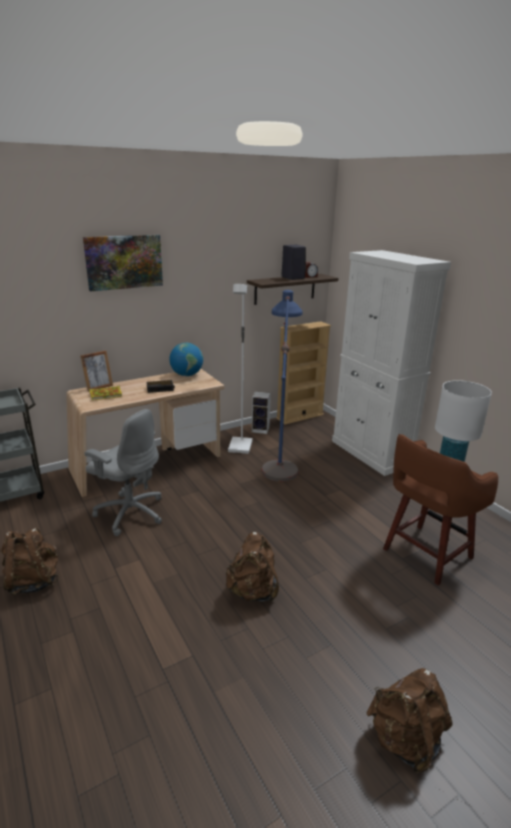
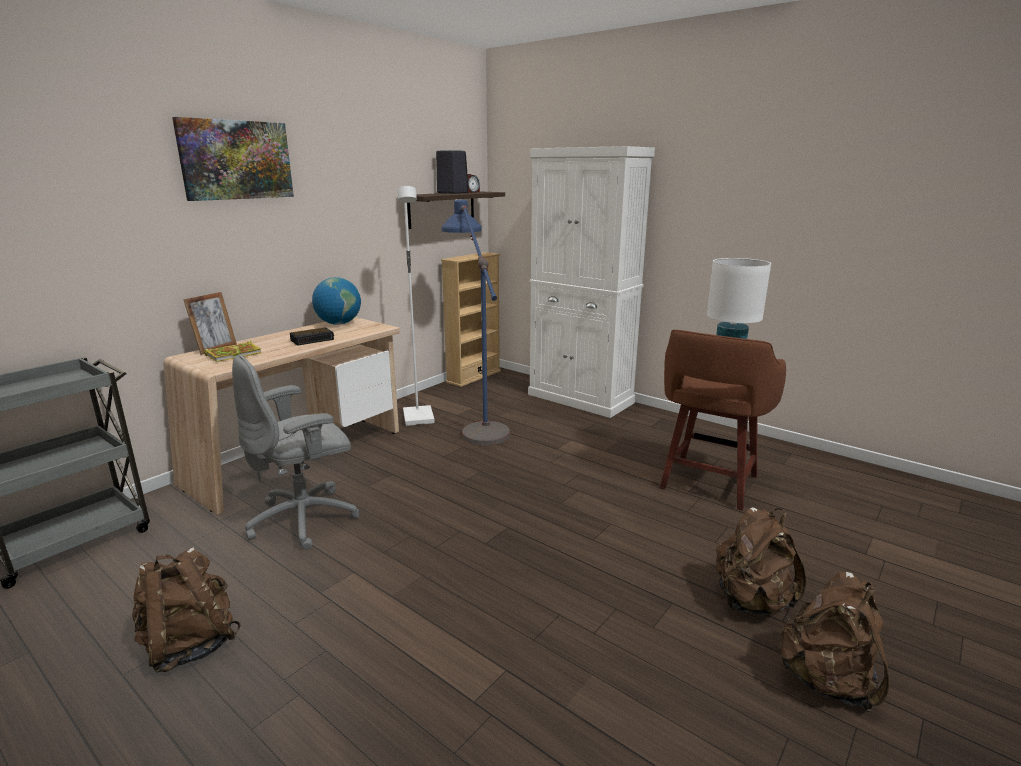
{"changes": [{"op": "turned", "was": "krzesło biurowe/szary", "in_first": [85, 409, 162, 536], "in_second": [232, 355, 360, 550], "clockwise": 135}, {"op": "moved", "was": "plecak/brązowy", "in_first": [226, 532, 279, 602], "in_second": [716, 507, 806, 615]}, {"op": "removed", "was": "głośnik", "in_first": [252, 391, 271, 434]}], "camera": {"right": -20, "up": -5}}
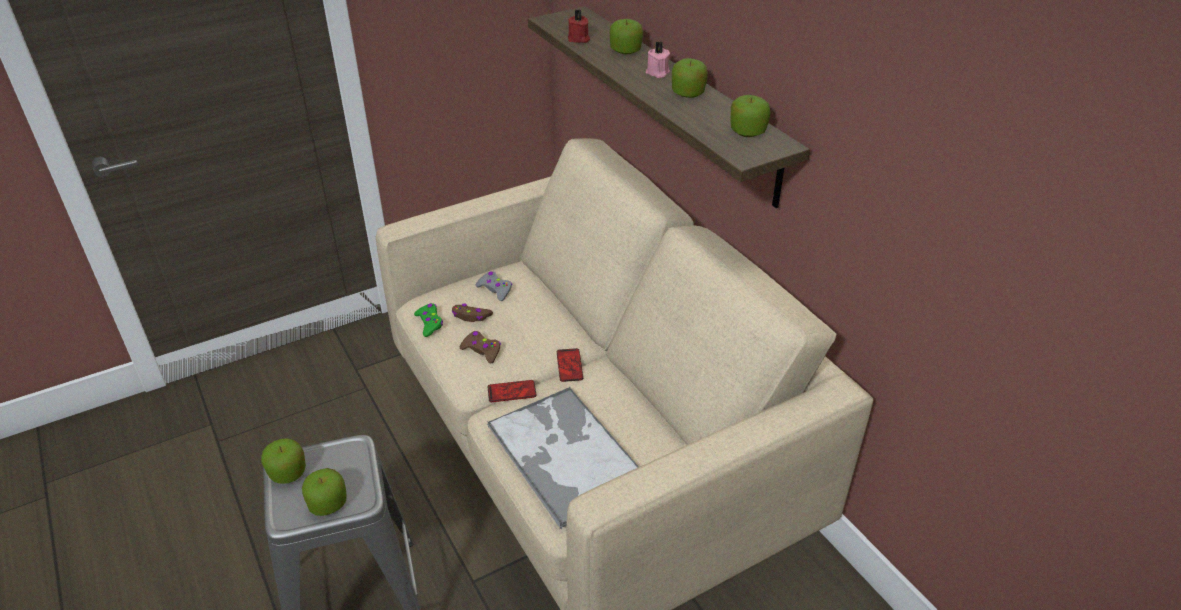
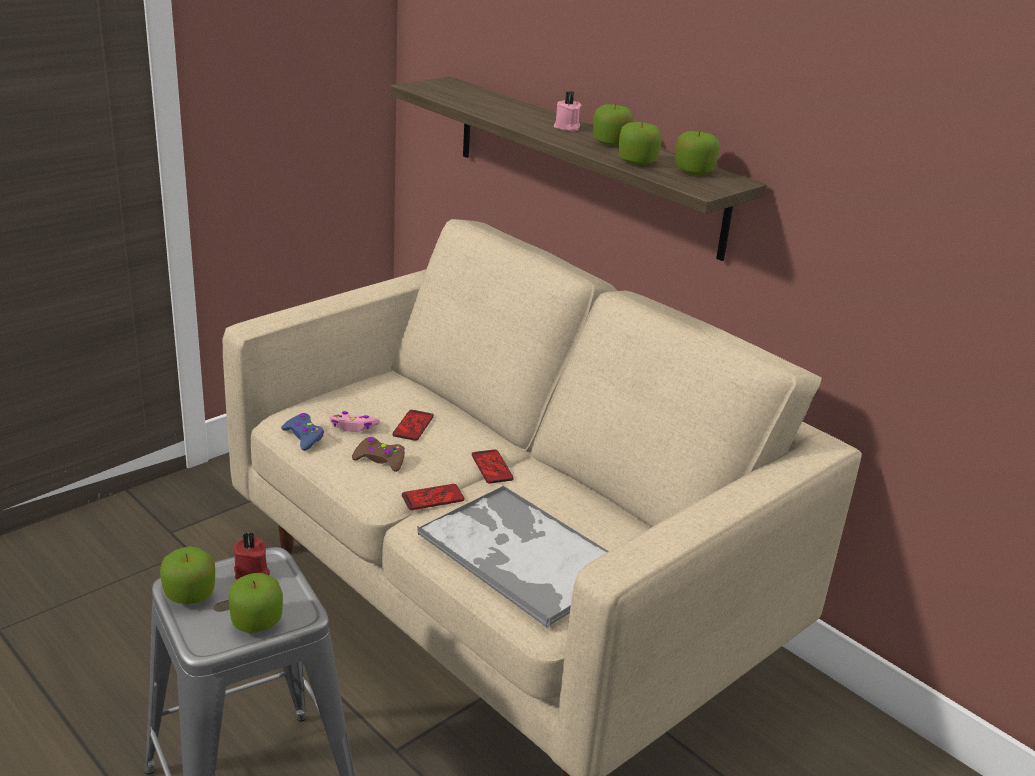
{"changes": [{"op": "moved", "was": "świeca/czerwony", "in_first": [568, 9, 590, 43], "in_second": [234, 532, 270, 580]}, {"op": "recoloured", "was": "pad do gier/zielony", "now": "pad do gier/niebieski", "in_first": [414, 303, 443, 337], "in_second": [281, 413, 324, 451]}, {"op": "recoloured", "was": "pad do gier/brązowy", "now": "pad do gier/różowy", "in_first": [452, 303, 493, 322], "in_second": [330, 411, 380, 432]}, {"op": "added", "now": "telefon", "in_second": [393, 410, 434, 441]}, {"op": "moved", "was": "jabłko", "in_first": [609, 19, 643, 54], "in_second": [619, 122, 662, 165]}, {"op": "removed", "was": "pad do gier/szary", "in_first": [476, 271, 512, 301]}], "camera": {"right": -15, "up": -10}}
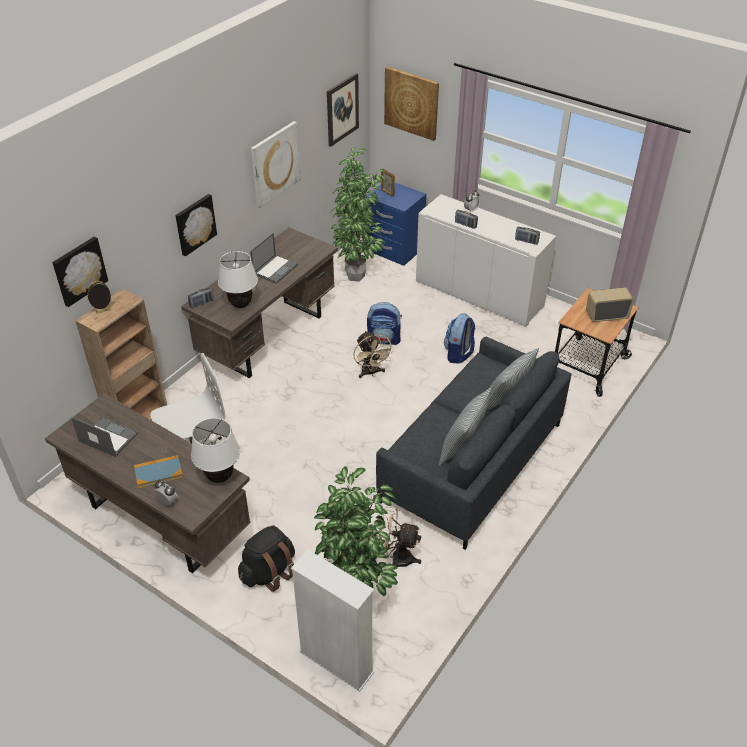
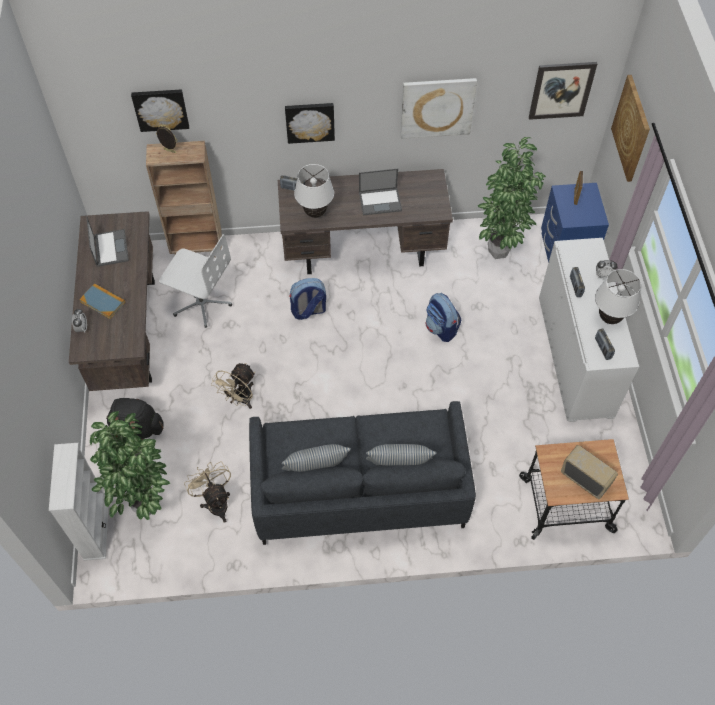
{"changes": [{"op": "moved", "was": "wentylator/beżowy", "in_first": [354, 331, 394, 378], "in_second": [211, 363, 255, 409]}, {"op": "moved", "was": "plecak", "in_first": [444, 313, 475, 363], "in_second": [289, 278, 326, 320]}, {"op": "moved", "was": "lampa stołowa/biały", "in_first": [191, 418, 240, 483], "in_second": [595, 269, 641, 324]}], "camera": {"right": 50, "up": 15}}
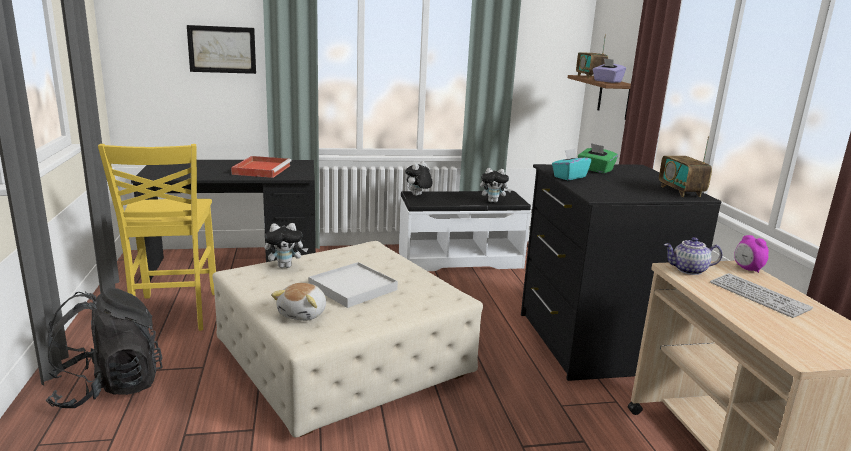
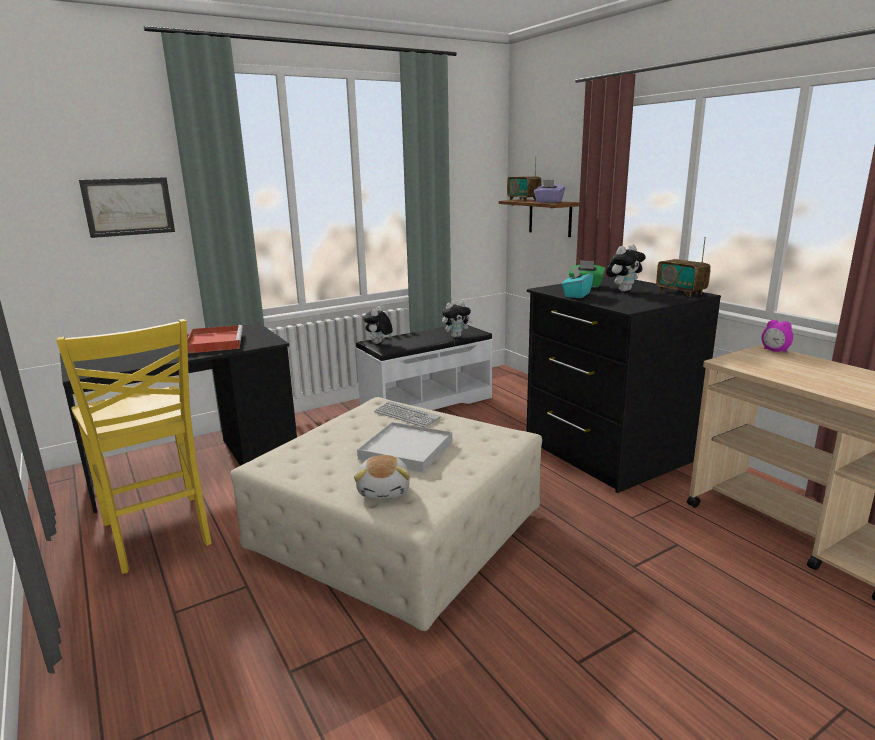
{"changes": [{"op": "moved", "was": "klawiatura", "in_first": [710, 273, 813, 318], "in_second": [374, 401, 441, 428]}, {"op": "moved", "was": "pluszak", "in_first": [264, 223, 308, 268], "in_second": [606, 245, 646, 292]}, {"op": "removed", "was": "plecak/czarny", "in_first": [45, 288, 163, 408]}, {"op": "removed", "was": "imbryk", "in_first": [664, 237, 722, 275]}], "camera": {"right": -20, "up": 0}}
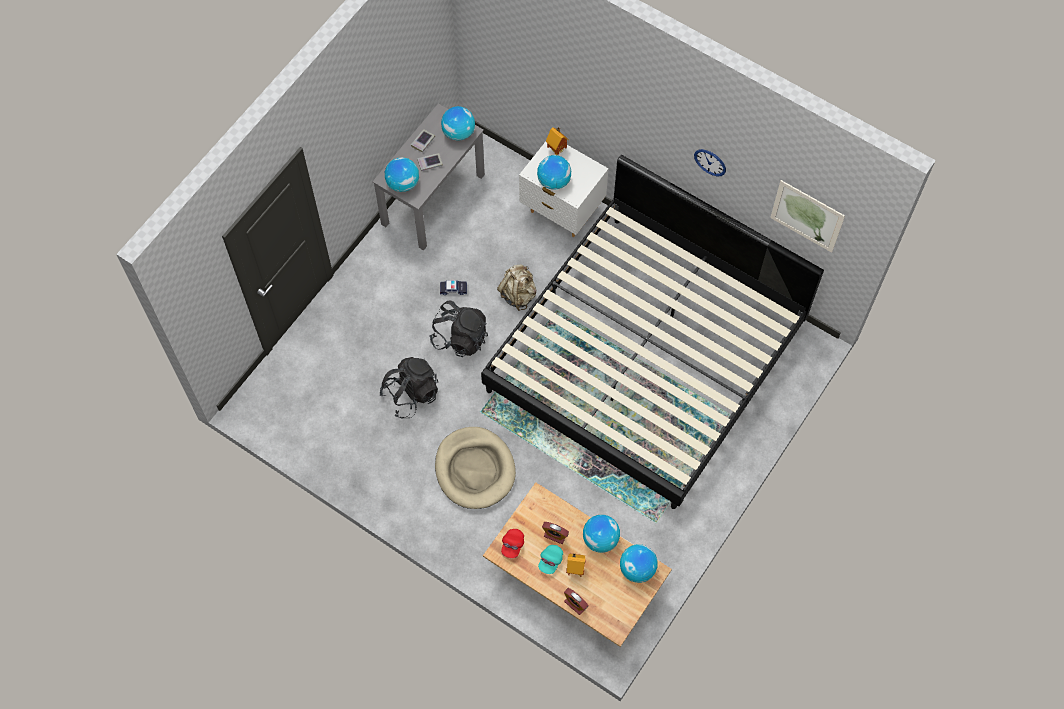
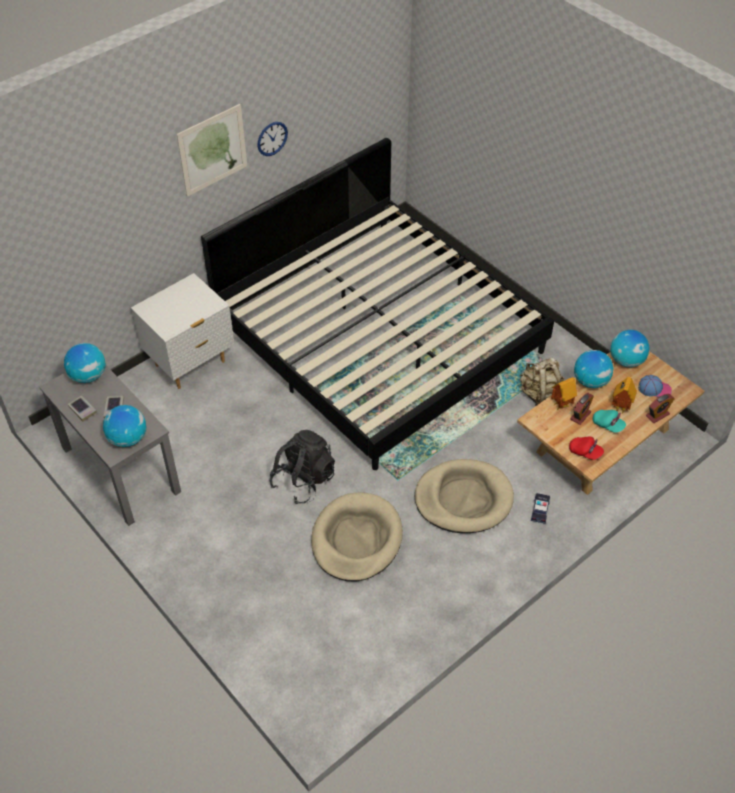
{"changes": [{"op": "moved", "was": "obraz", "in_first": [770, 180, 845, 253], "in_second": [177, 104, 247, 197]}, {"op": "replaced", "was": "plecak/czarny", "now": "legowisko/beżowy", "in_first": [380, 357, 438, 418], "in_second": [311, 492, 403, 582]}, {"op": "moved", "was": "plecak/beżowy", "in_first": [497, 264, 537, 311], "in_second": [520, 357, 562, 406]}, {"op": "moved", "was": "samochodzik", "in_first": [440, 280, 467, 295], "in_second": [531, 493, 550, 524]}, {"op": "moved", "was": "domek", "in_first": [546, 127, 569, 155], "in_second": [551, 377, 577, 410]}, {"op": "added", "now": "czapka z daszkiem", "in_second": [638, 375, 672, 398]}, {"op": "removed", "was": "globus", "in_first": [537, 155, 571, 190]}], "camera": {"right": -75, "up": -15}}
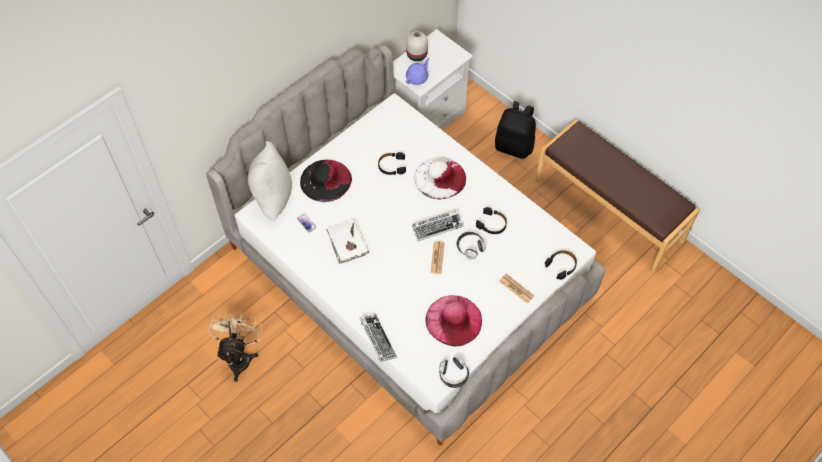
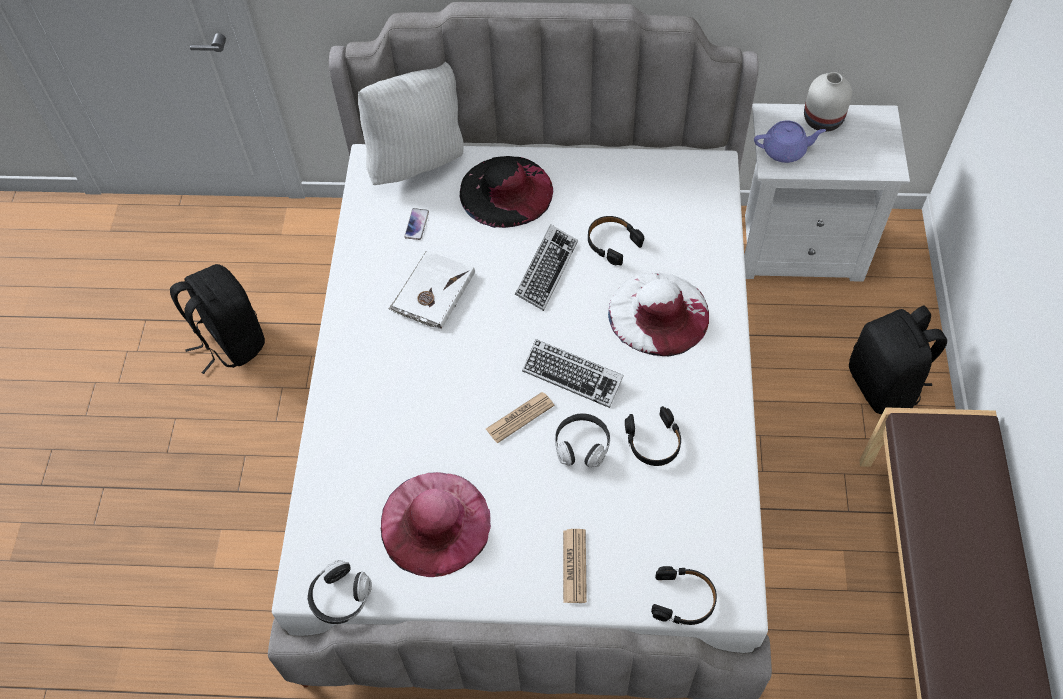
{"changes": [{"op": "replaced", "was": "wentylator/beżowy", "now": "plecak/czarny", "in_first": [208, 311, 262, 382], "in_second": [170, 264, 265, 374]}, {"op": "moved", "was": "klawiatura", "in_first": [359, 313, 397, 362], "in_second": [515, 225, 578, 311]}], "camera": {"right": 50, "up": 0}}
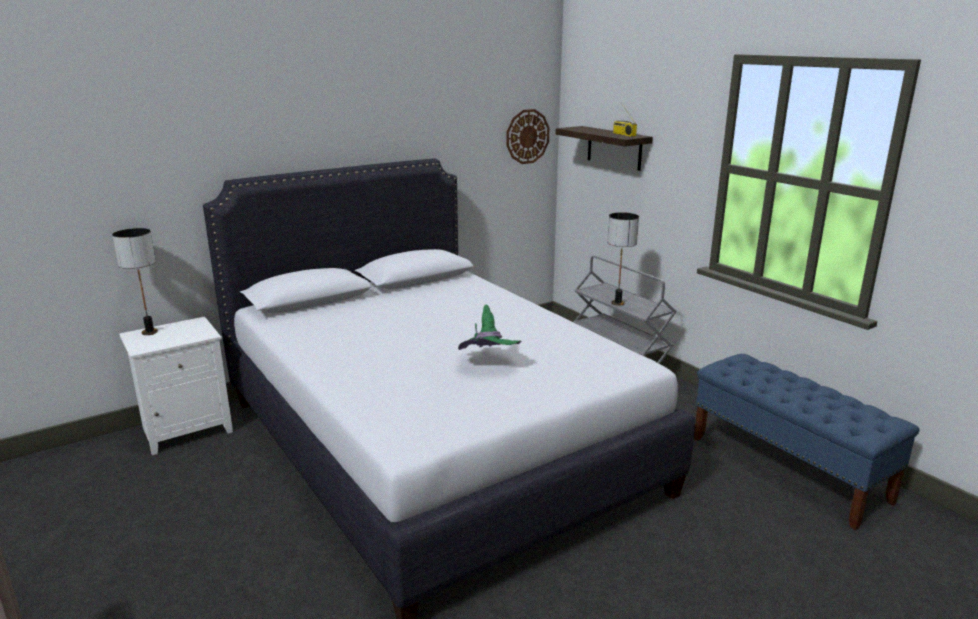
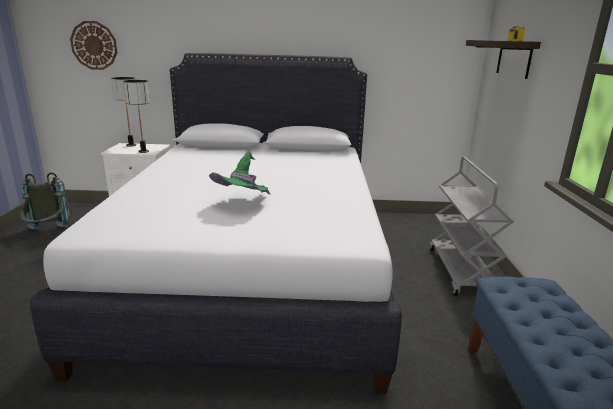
{"changes": [{"op": "added", "now": "plecak/szary", "in_second": [20, 172, 70, 230]}, {"op": "moved", "was": "zegar ścienny", "in_first": [506, 109, 550, 164], "in_second": [70, 21, 117, 70]}, {"op": "moved", "was": "lampa stołowa", "in_first": [607, 212, 639, 306], "in_second": [123, 80, 150, 153]}], "camera": {"right": 35, "up": 0}}
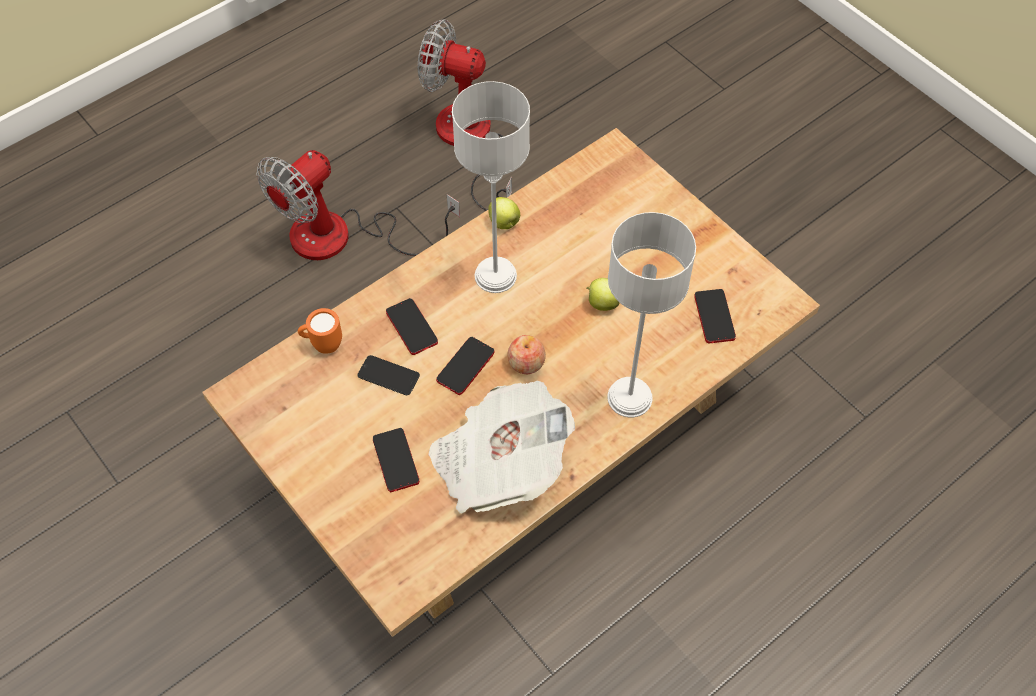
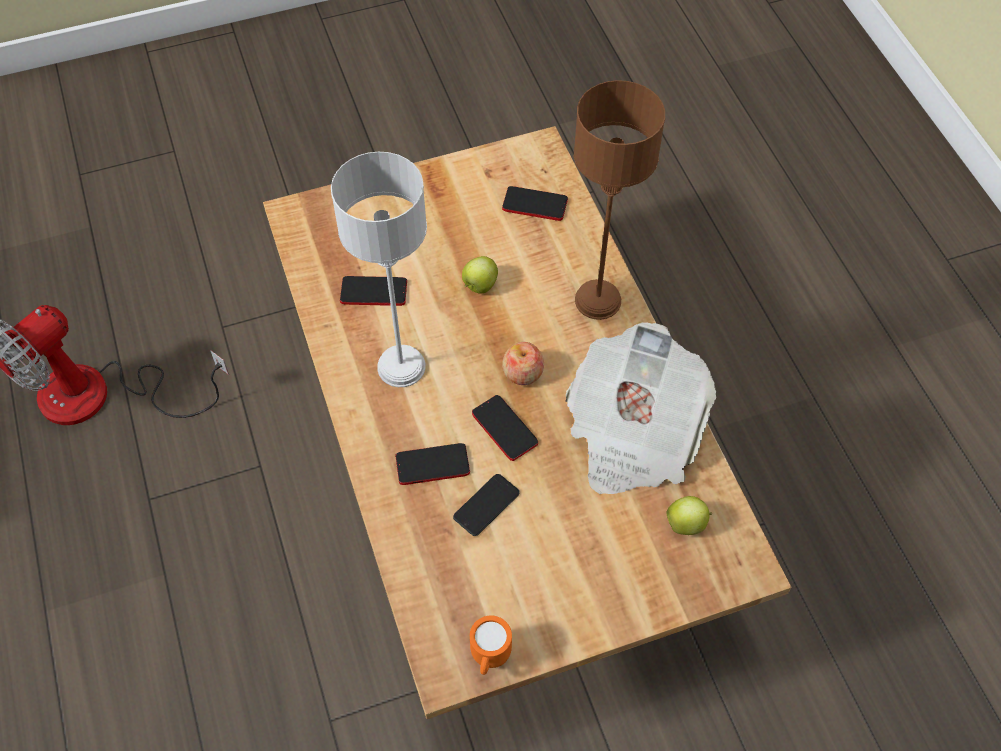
{"changes": [{"op": "moved", "was": "telefon", "in_first": [373, 428, 419, 492], "in_second": [340, 276, 407, 306]}, {"op": "moved", "was": "kubek/pomarańczowy", "in_first": [298, 308, 342, 354], "in_second": [470, 615, 512, 675]}, {"op": "recoloured", "was": "lampa stołowa/szary", "now": "lampa stołowa/brązowy", "in_first": [607, 212, 696, 417], "in_second": [574, 80, 665, 320]}, {"op": "moved", "was": "jabłko", "in_first": [488, 197, 520, 229], "in_second": [666, 496, 712, 535]}, {"op": "removed", "was": "wentylator", "in_first": [256, 150, 460, 260]}], "camera": {"right": -70, "up": 0}}
